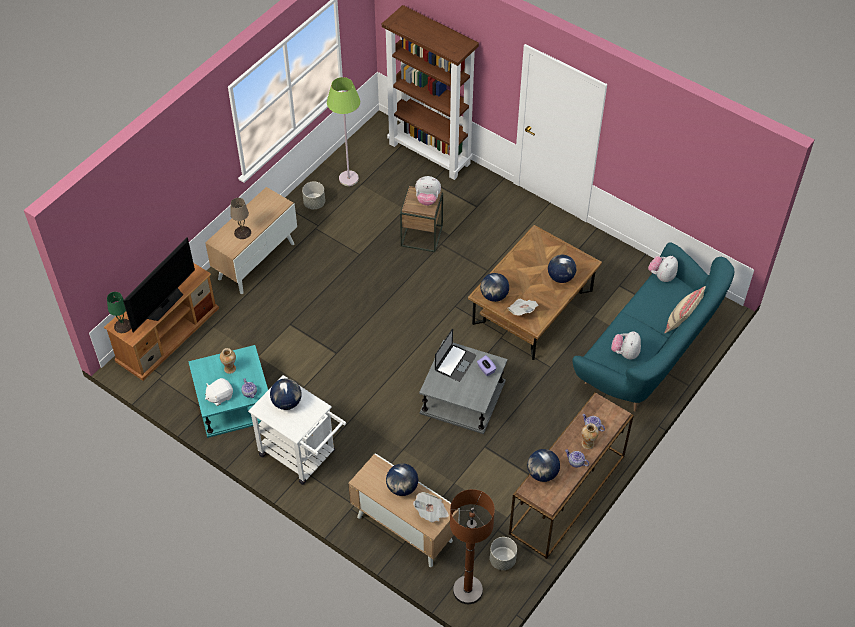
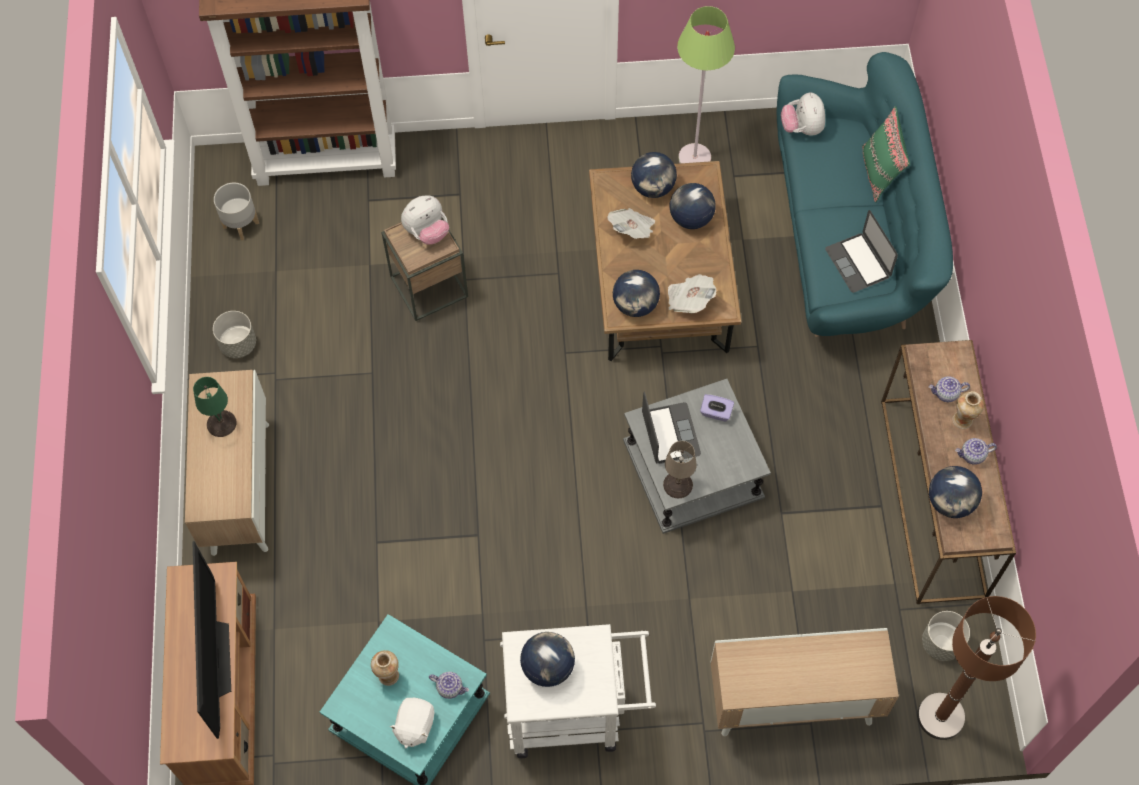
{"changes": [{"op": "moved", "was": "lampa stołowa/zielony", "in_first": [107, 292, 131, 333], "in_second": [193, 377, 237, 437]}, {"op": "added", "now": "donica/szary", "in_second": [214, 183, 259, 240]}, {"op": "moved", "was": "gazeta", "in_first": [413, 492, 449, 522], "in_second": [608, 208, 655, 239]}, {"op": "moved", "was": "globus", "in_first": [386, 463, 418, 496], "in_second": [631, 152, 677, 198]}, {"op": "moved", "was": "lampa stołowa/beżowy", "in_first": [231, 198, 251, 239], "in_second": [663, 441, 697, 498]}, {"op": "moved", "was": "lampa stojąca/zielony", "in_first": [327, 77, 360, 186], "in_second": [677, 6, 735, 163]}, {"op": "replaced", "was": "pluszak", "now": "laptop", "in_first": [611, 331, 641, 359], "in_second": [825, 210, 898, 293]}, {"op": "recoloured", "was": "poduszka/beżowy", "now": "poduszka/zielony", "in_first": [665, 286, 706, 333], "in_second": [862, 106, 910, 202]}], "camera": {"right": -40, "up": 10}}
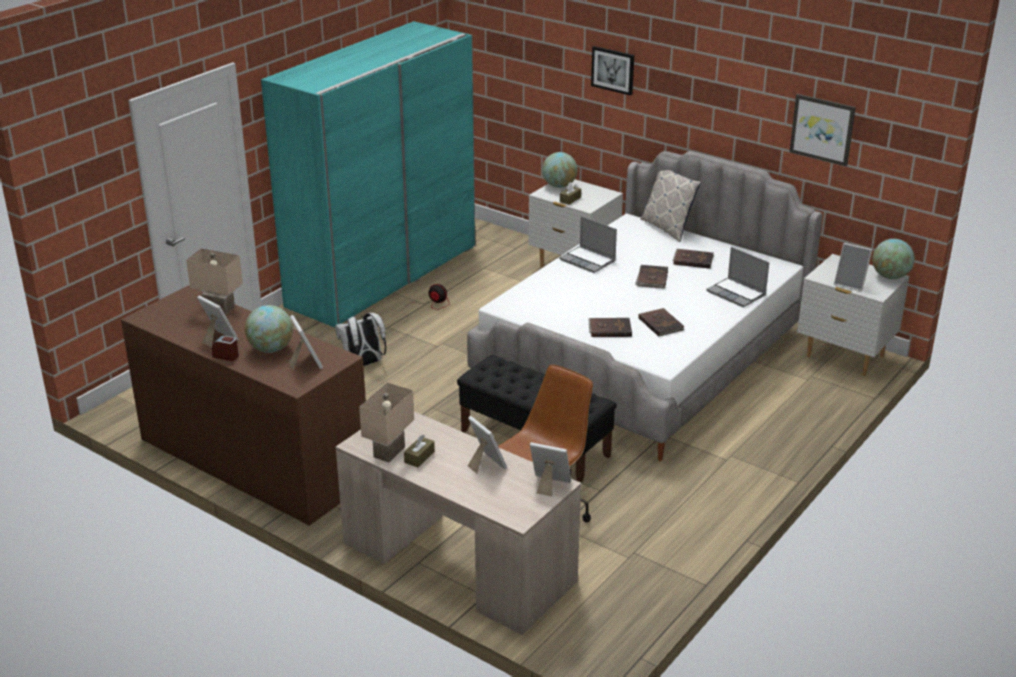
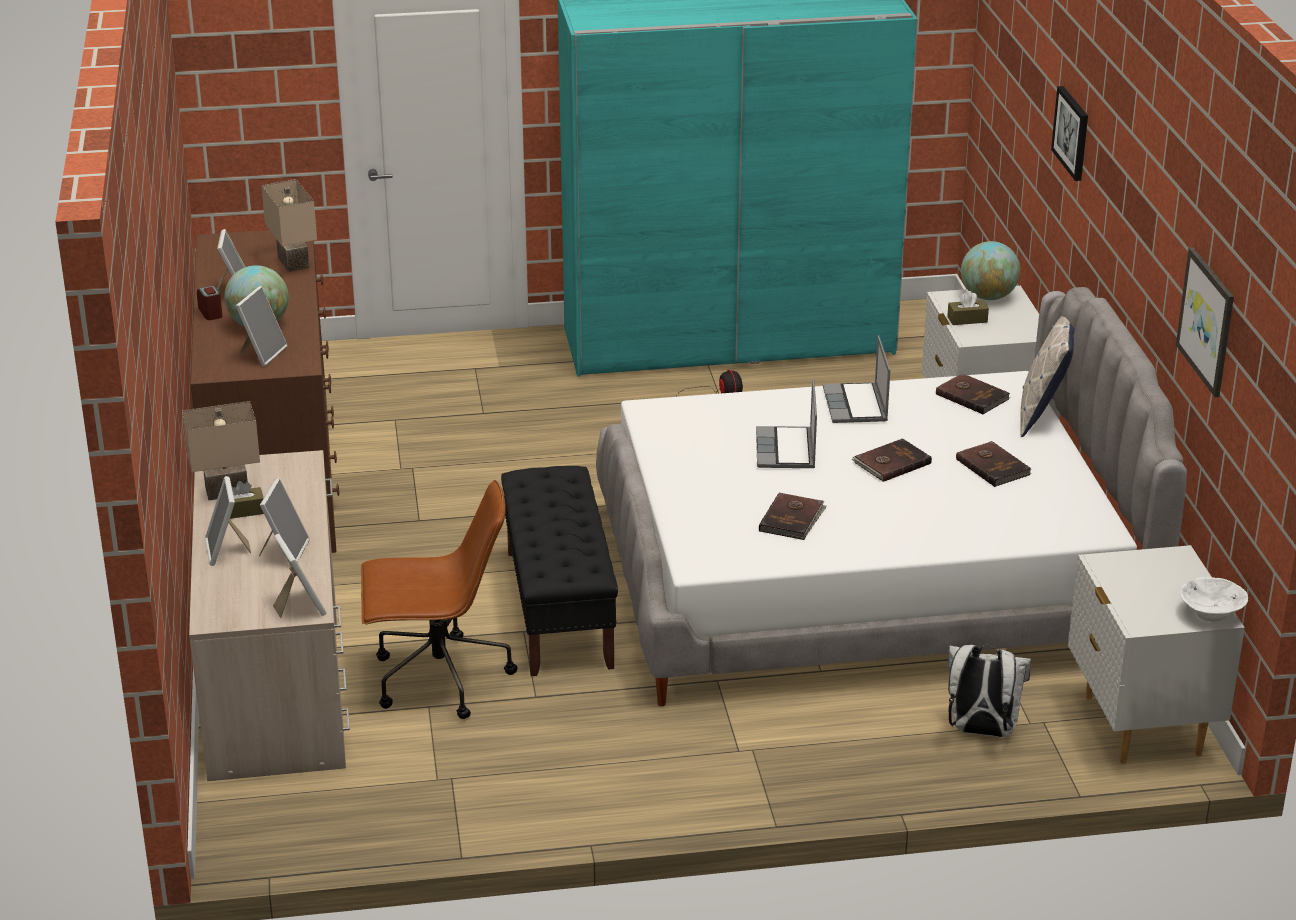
{"changes": [{"op": "moved", "was": "ramka na zdjęcie", "in_first": [834, 243, 872, 292], "in_second": [205, 476, 251, 566]}, {"op": "moved", "was": "laptop", "in_first": [706, 247, 769, 307], "in_second": [756, 378, 817, 468]}, {"op": "moved", "was": "książka/brązowy", "in_first": [588, 318, 632, 337], "in_second": [936, 373, 1010, 414]}, {"op": "moved", "was": "plecak/biały", "in_first": [335, 313, 386, 366], "in_second": [948, 645, 1031, 737]}, {"op": "replaced", "was": "globus", "now": "miska/biały", "in_first": [872, 239, 915, 279], "in_second": [1180, 577, 1248, 622]}], "camera": {"right": 45, "up": 0}}
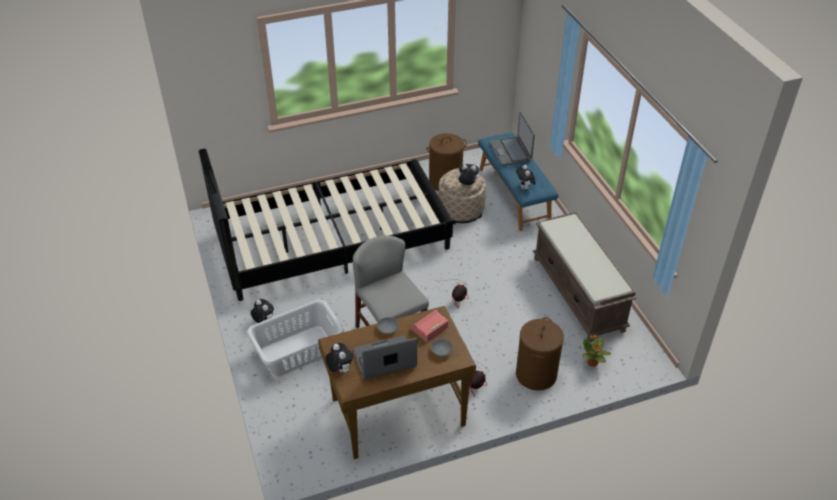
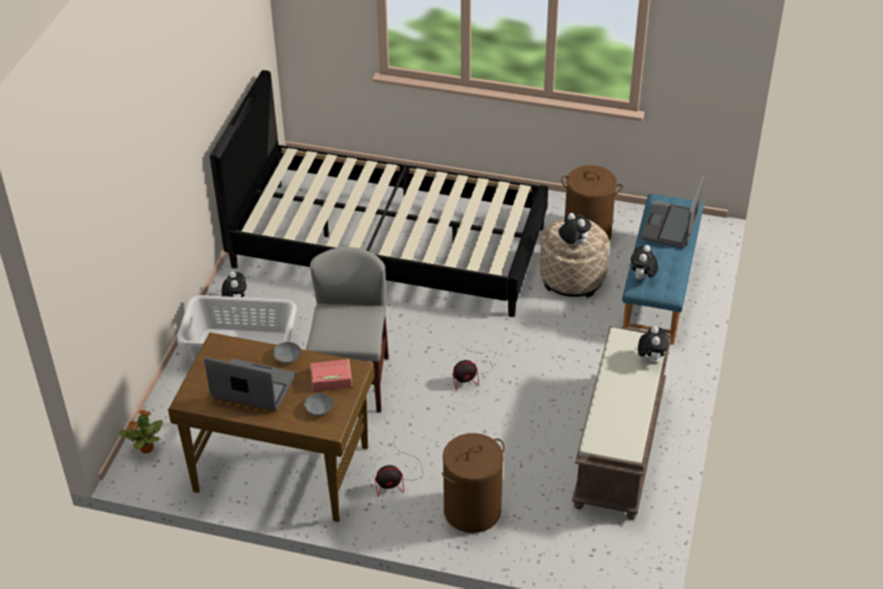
{"changes": [{"op": "moved", "was": "roślina doniczkowa", "in_first": [582, 335, 611, 367], "in_second": [119, 410, 163, 453]}, {"op": "moved", "was": "pluszak", "in_first": [325, 343, 353, 373], "in_second": [638, 326, 669, 364]}], "camera": {"right": 35, "up": 0}}
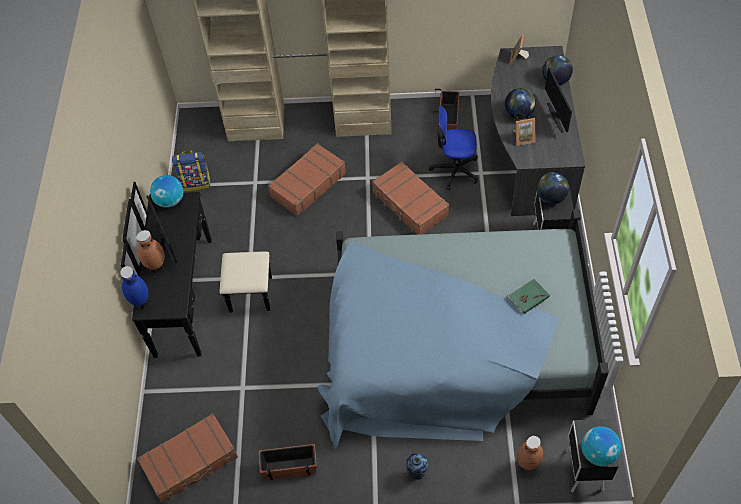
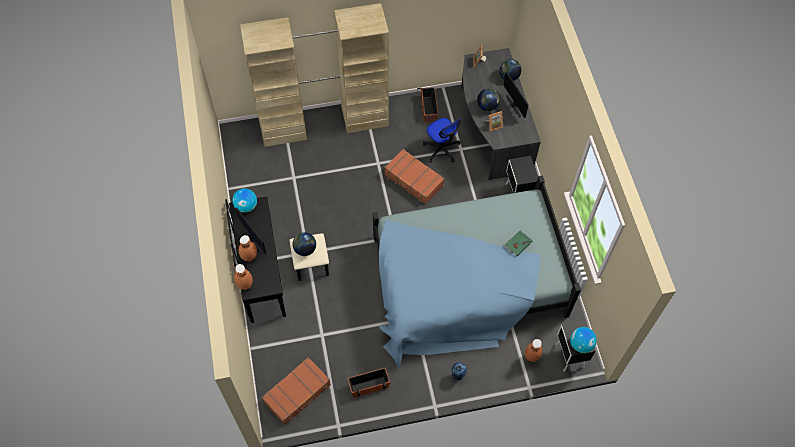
{"changes": [{"op": "recoloured", "was": "wazon/niebieski", "now": "wazon/brązowy", "in_first": [120, 266, 149, 309], "in_second": [234, 264, 253, 291]}, {"op": "moved", "was": "globus", "in_first": [537, 172, 569, 204], "in_second": [293, 232, 316, 256]}, {"op": "turned", "was": "krzesło biurowe", "in_first": [429, 106, 478, 190], "in_second": [423, 118, 461, 163], "clockwise": -120}, {"op": "removed", "was": "plecak", "in_first": [172, 150, 210, 191]}, {"op": "removed", "was": "walizka/brązowy", "in_first": [268, 143, 346, 216]}], "camera": {"right": -15, "up": 5}}
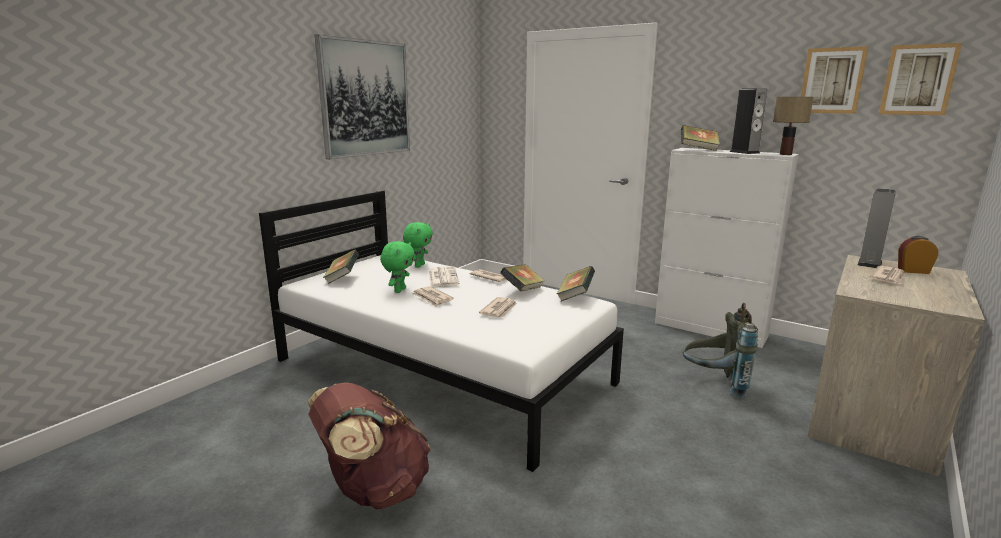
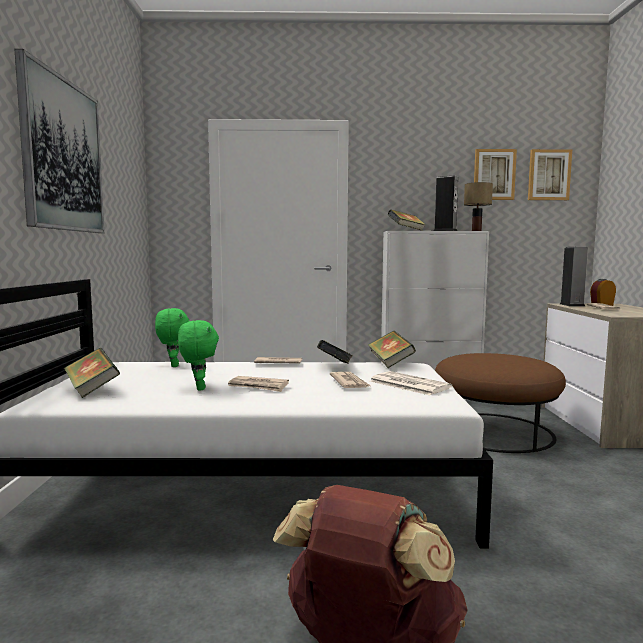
{"changes": [{"op": "moved", "was": "gazeta", "in_first": [429, 266, 460, 287], "in_second": [370, 371, 452, 395]}, {"op": "replaced", "was": "plecak/szary", "now": "pufa/brązowy", "in_first": [682, 303, 758, 398], "in_second": [435, 353, 566, 453]}], "camera": {"right": -35, "up": -10}}
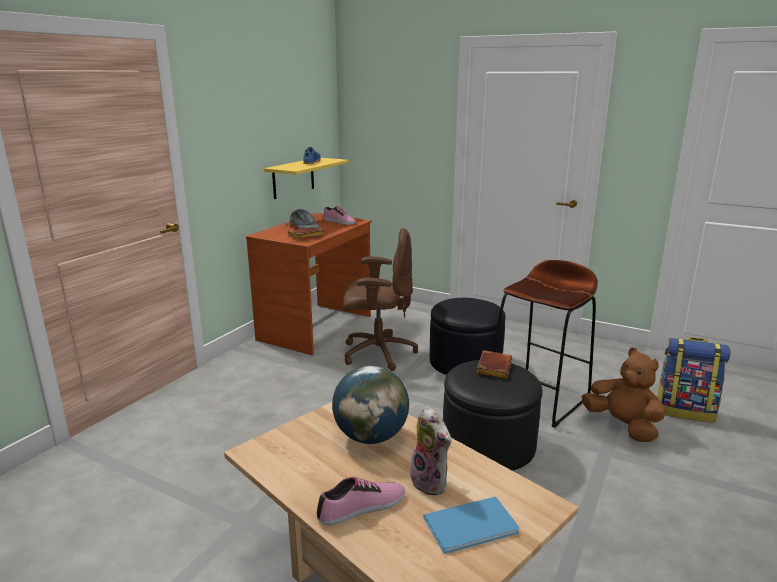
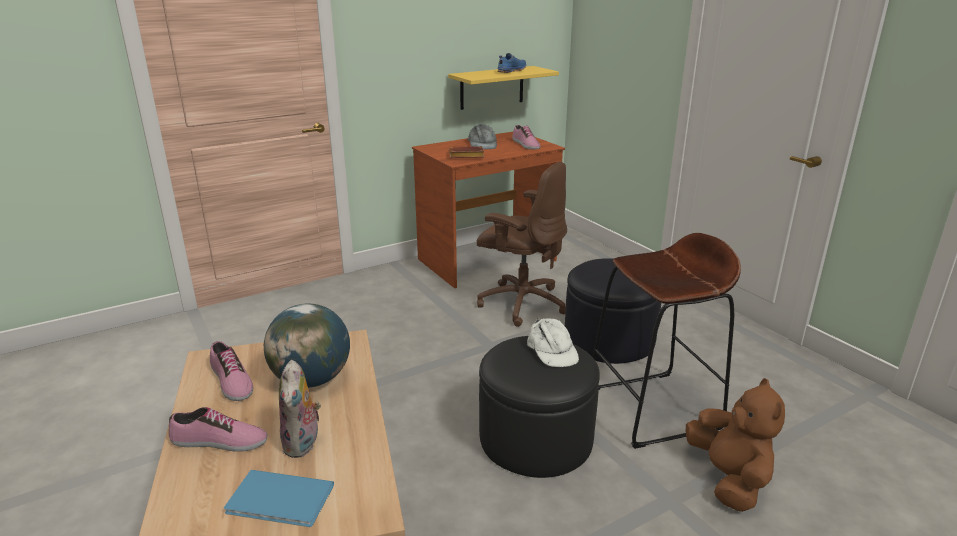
{"changes": [{"op": "added", "now": "but", "in_second": [210, 341, 253, 401]}, {"op": "replaced", "was": "książka/brązowy", "now": "czapka z daszkiem/biały", "in_first": [477, 350, 512, 379], "in_second": [527, 318, 579, 367]}, {"op": "removed", "was": "plecak", "in_first": [657, 337, 731, 423]}], "camera": {"right": 30, "up": 5}}
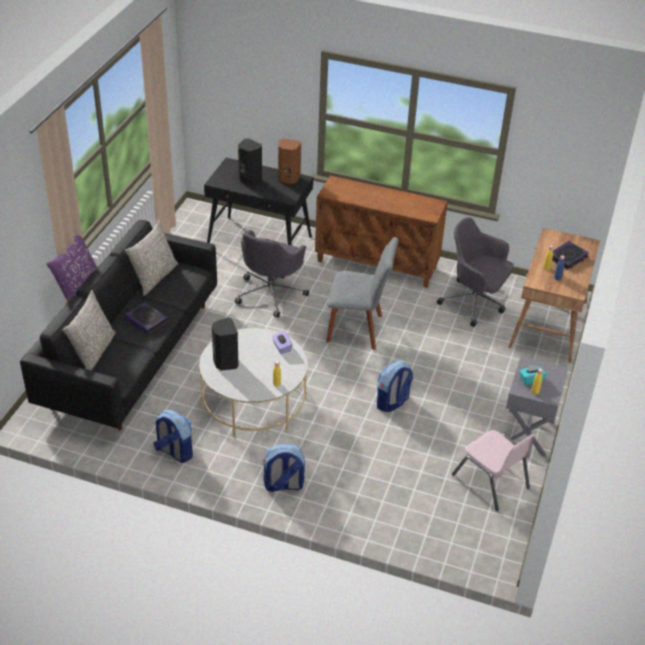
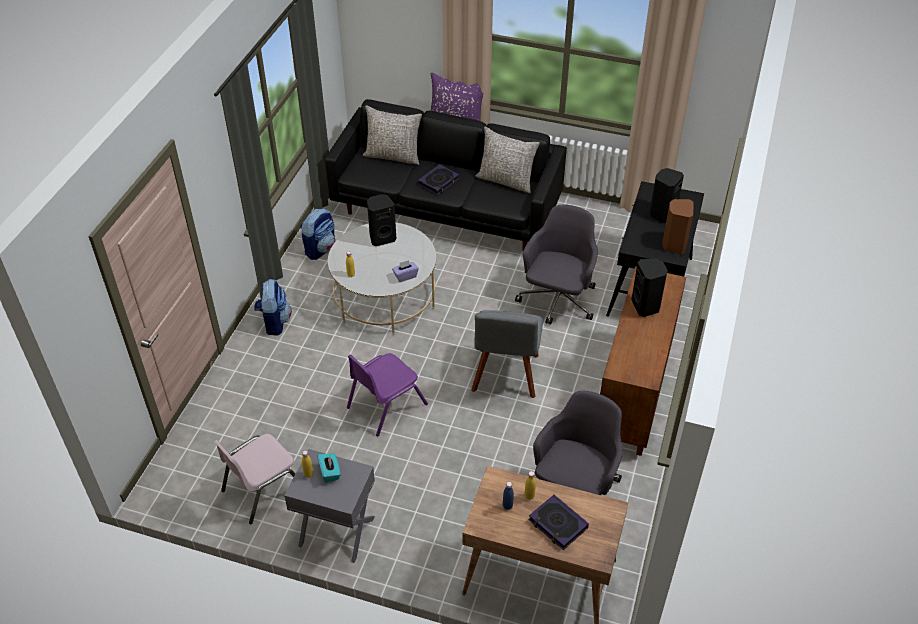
{"changes": [{"op": "replaced", "was": "plecak", "now": "krzesło/fioletowy", "in_first": [377, 360, 413, 412], "in_second": [347, 353, 428, 437]}, {"op": "turned", "was": "krzesło biurowe/szary", "in_first": [235, 230, 309, 318], "in_second": [515, 205, 598, 324], "clockwise": 90}, {"op": "added", "now": "głośnik/czarny", "in_second": [631, 258, 668, 317]}], "camera": {"right": 90, "up": 5}}
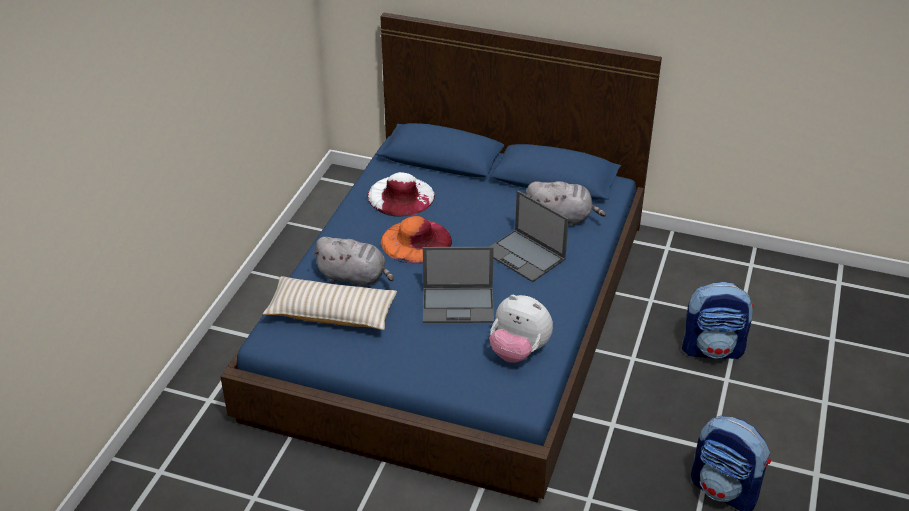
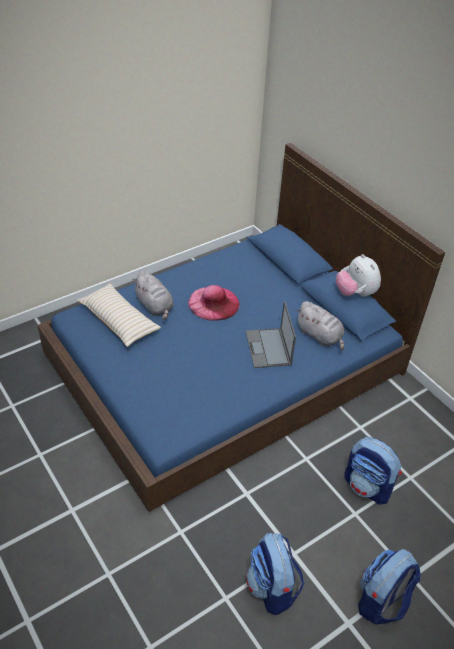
{"changes": [{"op": "recoloured", "was": "kapelusz/pomarańczowy", "now": "kapelusz/różowy", "in_first": [381, 216, 452, 263], "in_second": [188, 285, 240, 321]}, {"op": "moved", "was": "pluszak", "in_first": [489, 295, 553, 363], "in_second": [336, 254, 381, 297]}, {"op": "added", "now": "plecak", "in_second": [358, 549, 421, 625]}, {"op": "removed", "was": "kapelusz/biały", "in_first": [367, 172, 435, 217]}, {"op": "removed", "was": "laptop", "in_first": [423, 247, 494, 323]}], "camera": {"right": 35, "up": 5}}
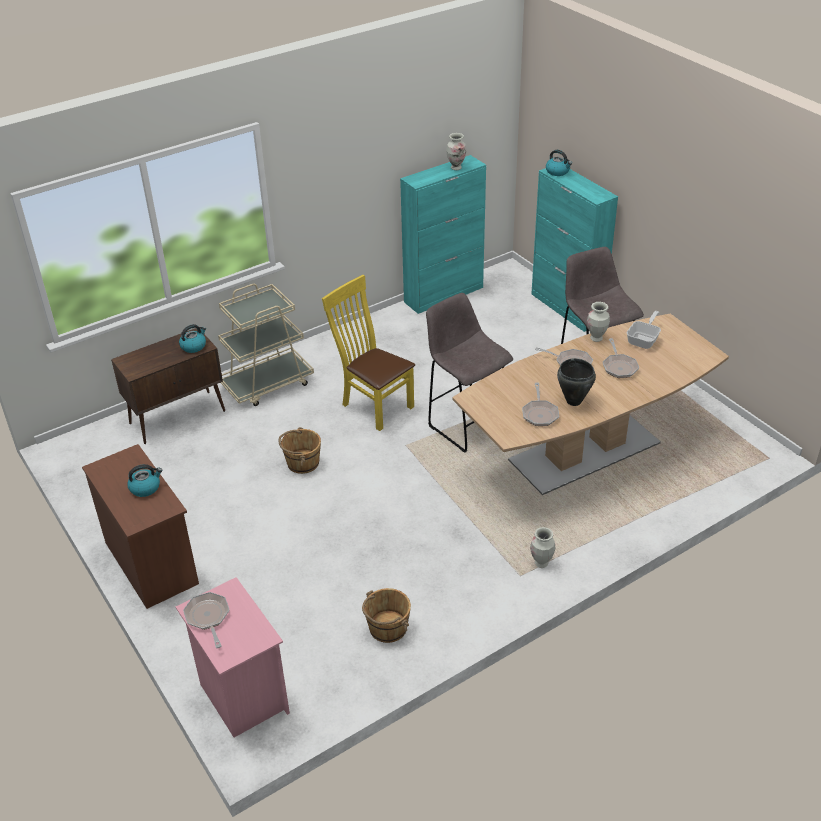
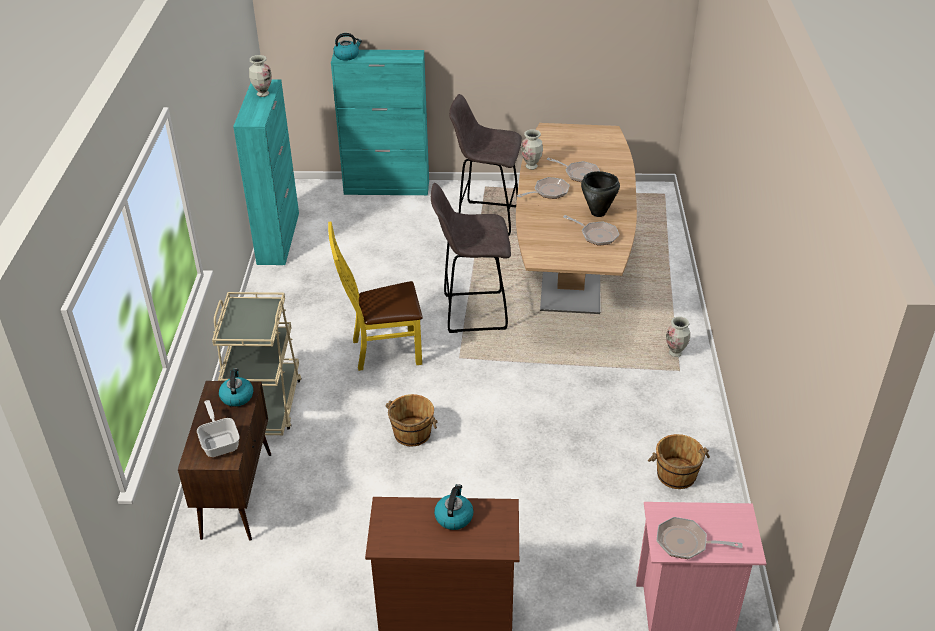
{"changes": [{"op": "moved", "was": "patelnia", "in_first": [627, 311, 661, 349], "in_second": [197, 400, 240, 457]}], "camera": {"right": -55, "up": 0}}
